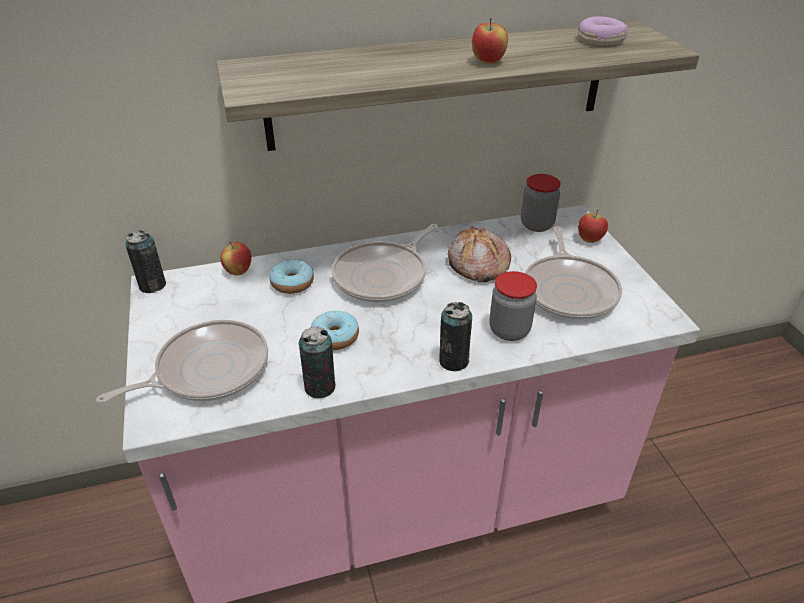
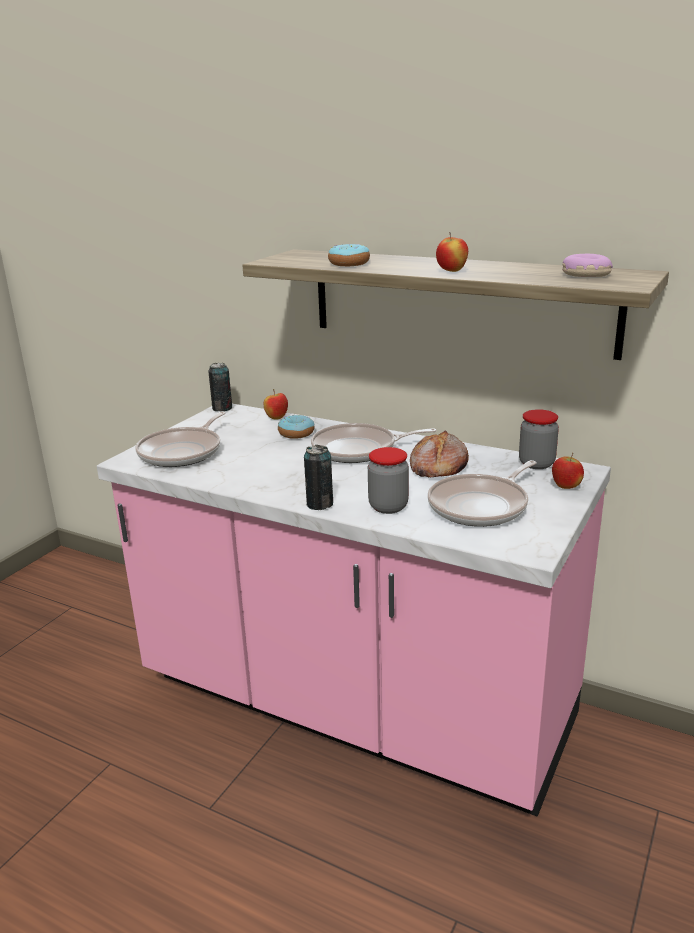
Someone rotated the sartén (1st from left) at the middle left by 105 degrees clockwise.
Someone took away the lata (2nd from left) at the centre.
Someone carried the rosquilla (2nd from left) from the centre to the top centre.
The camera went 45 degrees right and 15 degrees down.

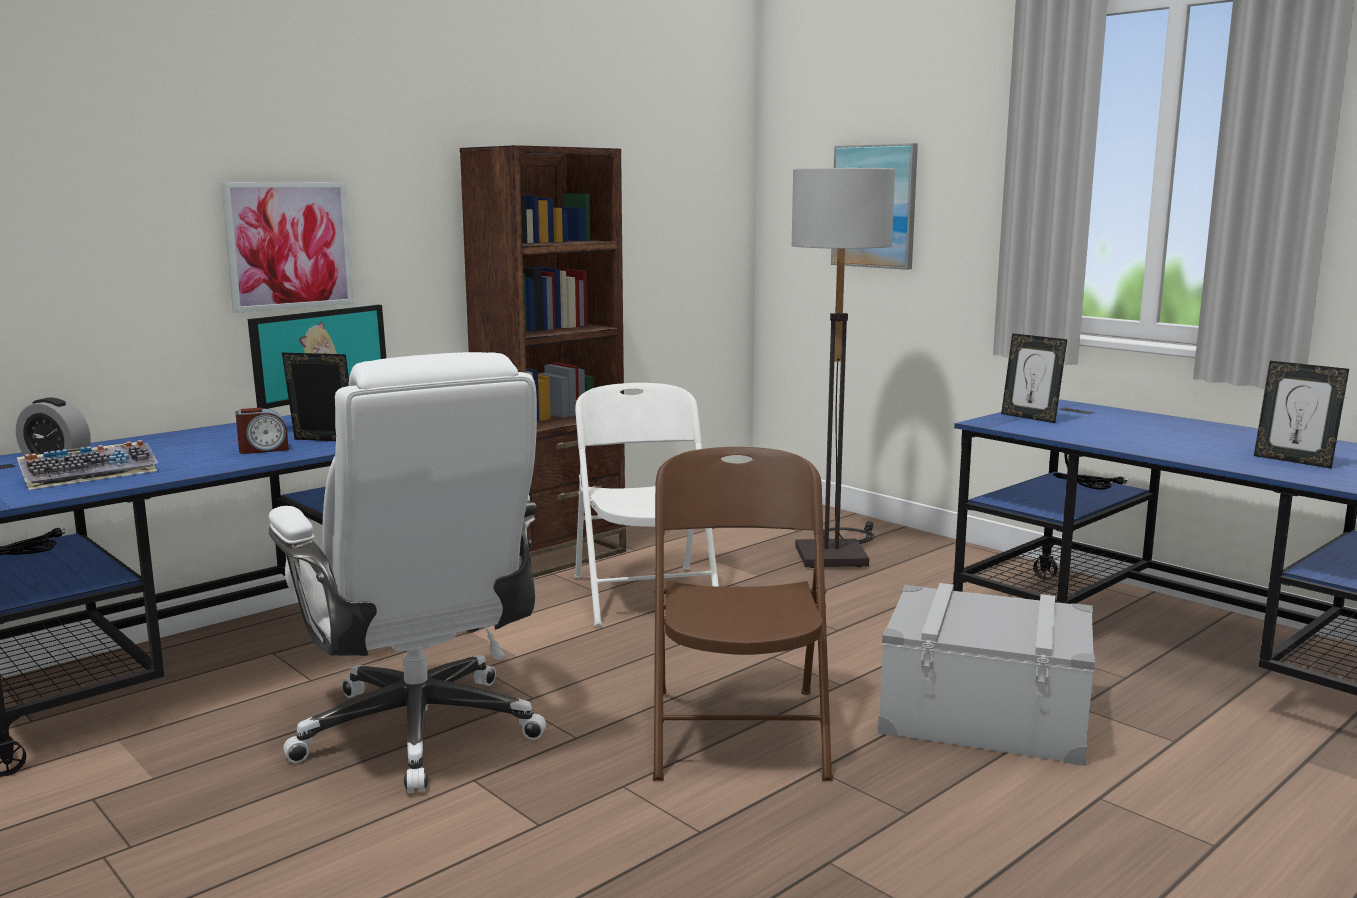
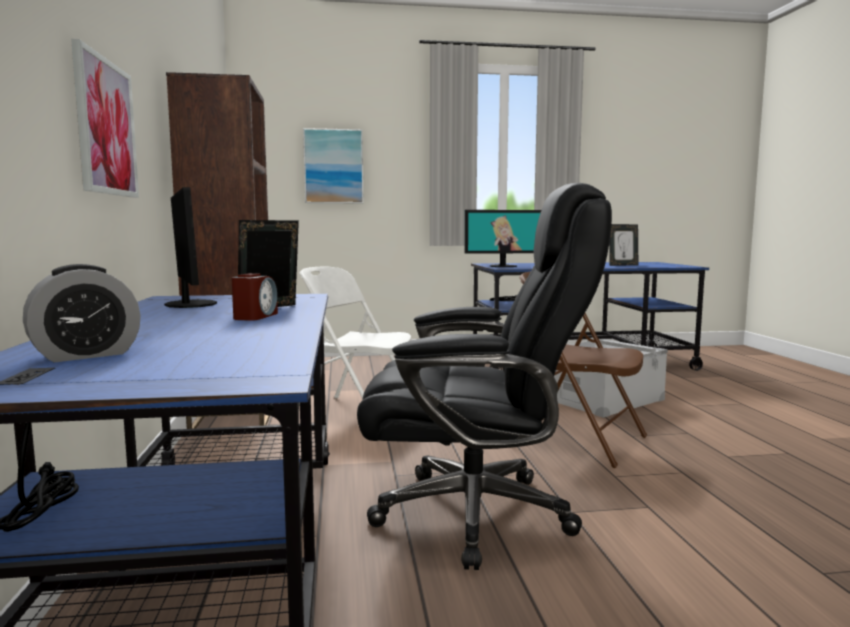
Someone took away the teclado at the middle left.
Someone repainted the silla de oficina/blanco at the middle left, which became the silla de oficina/negro at the centre.
Someone took away the lámpara de pie at the centre.
Someone swapped the portarretratos (2nd from left) at the middle right for the monitor (2nd from left) at the centre.
The camera went 55 degrees left and 5 degrees down.

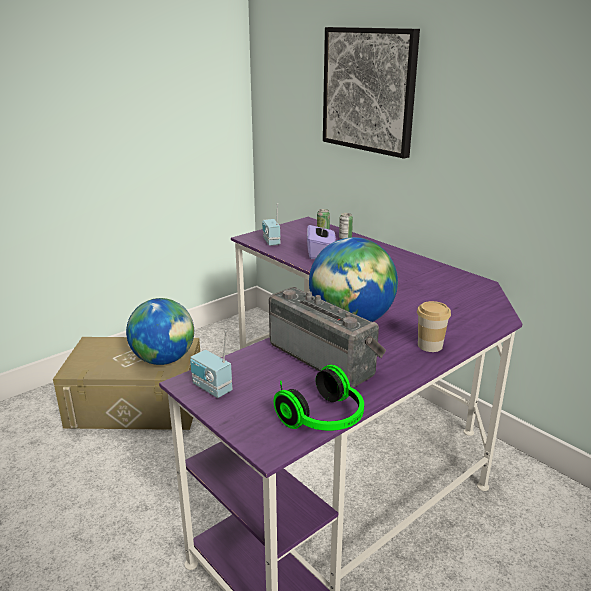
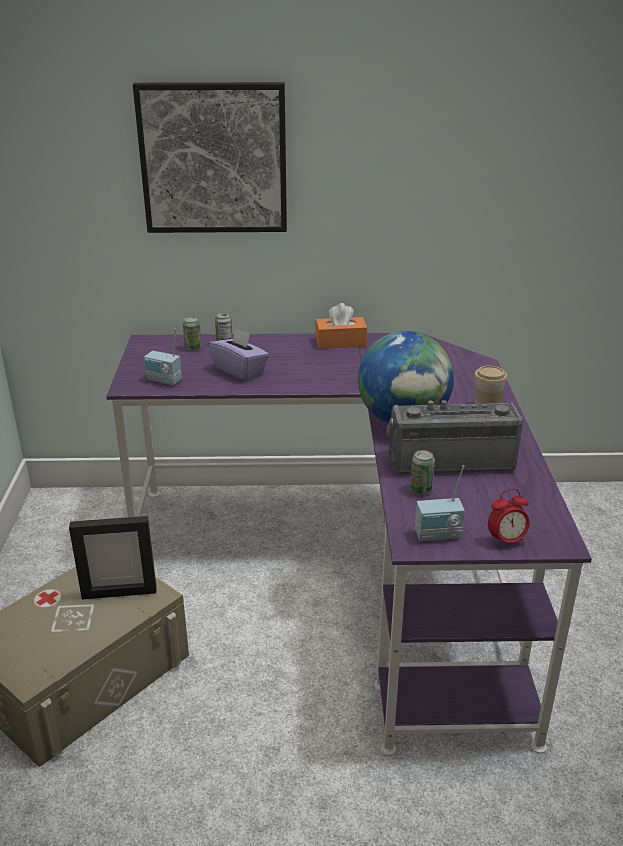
Someone swapped the globo terráqueo (1st from left) at the middle left for the portarretratos at the middle left.
Someone took away the auriculares at the bottom centre.
Someone put down the caja de pañuelos/naranja at the centre.
Someone put down the lata (3rd from left) at the middle right.
Someone put down the despertador at the middle right.
The camera went 50 degrees left and 5 degrees up.

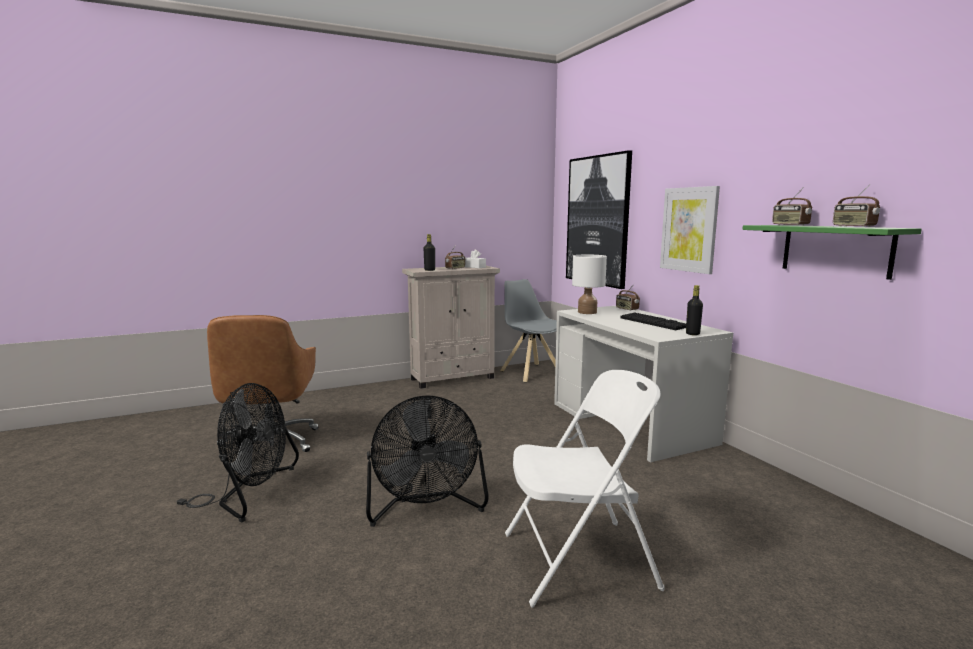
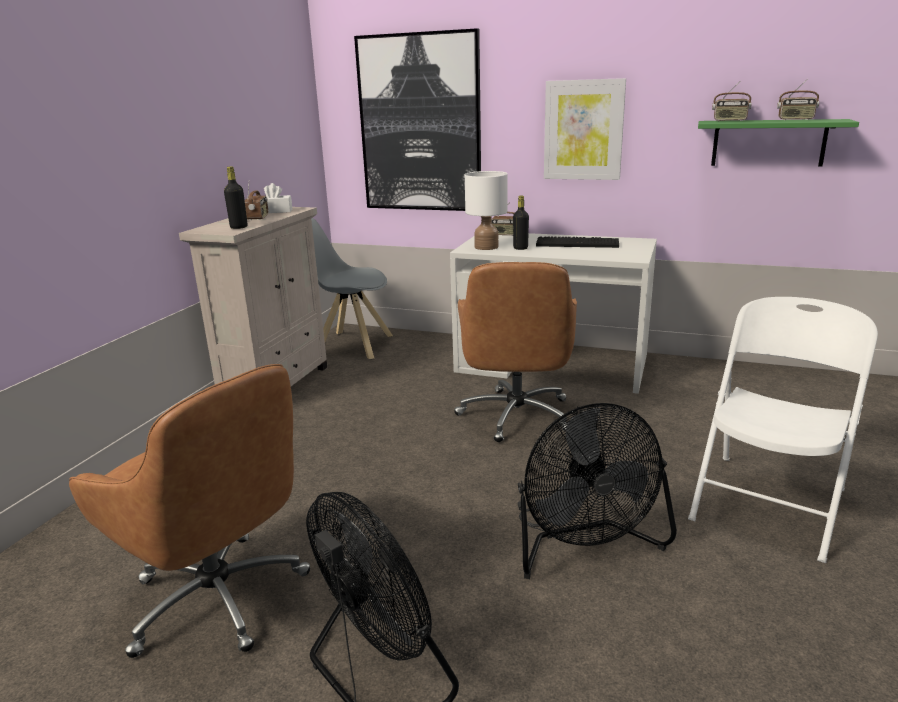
Someone rotated the ventilador/negro (2nd from left) at the bottom centre by 45 degrees clockwise.
Someone carried the botella/negro (2nd from left) from the middle right to the top centre.
Someone put down the silla de oficina/marrón (2nd from left) at the centre.
The camera went 45 degrees left and 10 degrees up.

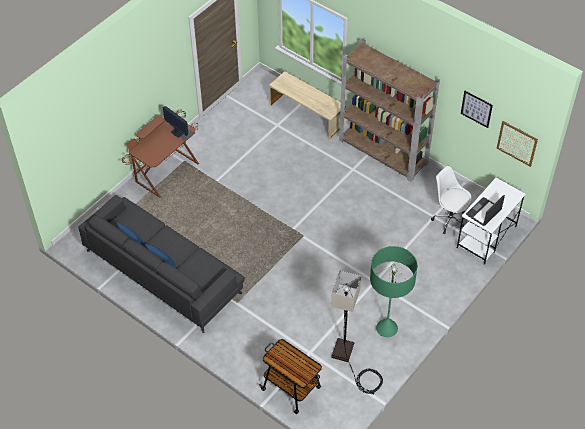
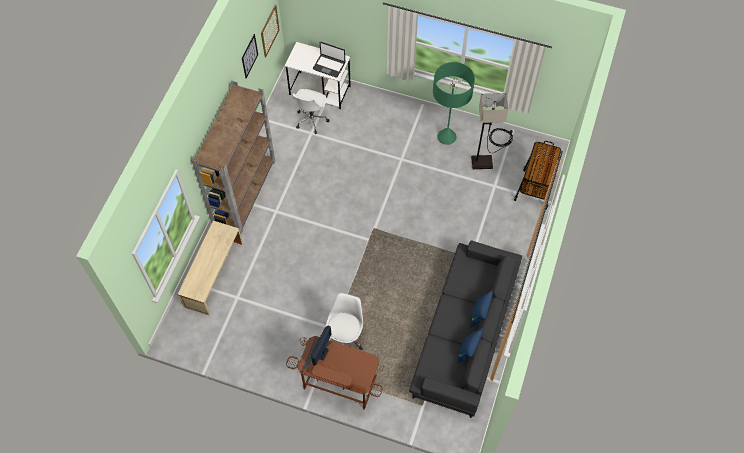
Someone put down the silla de oficina/blanco (2nd from left) at the bottom centre.
The camera went 110 degrees left and 10 degrees up.

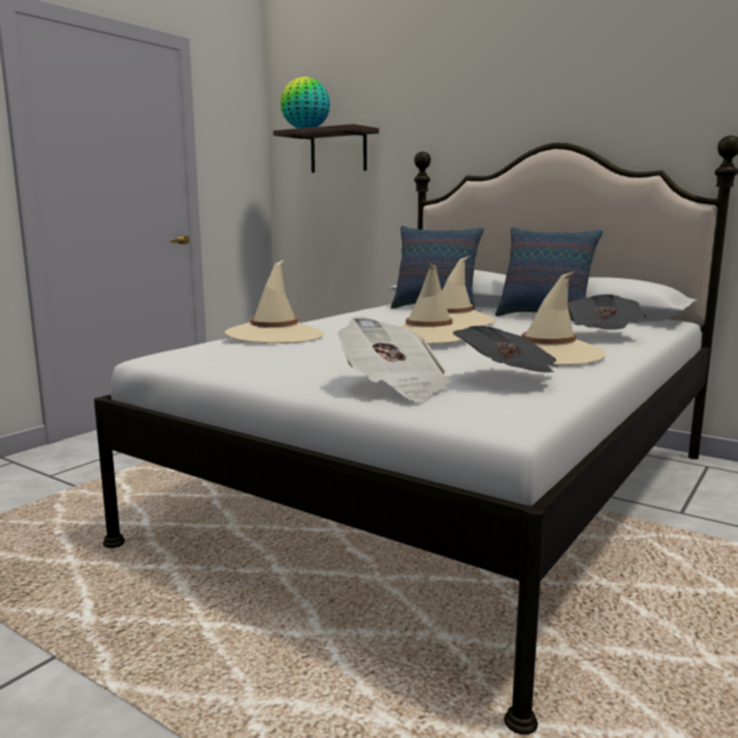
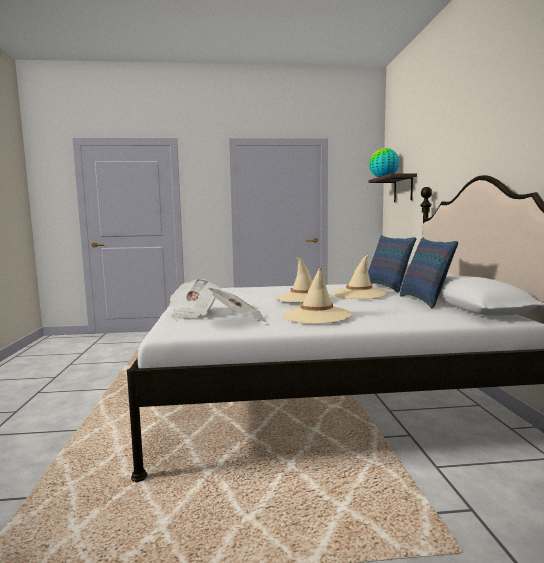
Someone took away the sombrero/beis (1st from left) at the centre.
Someone took away the periódico (3rd from left) at the middle right.
The camera went 50 degrees right and 5 degrees down.

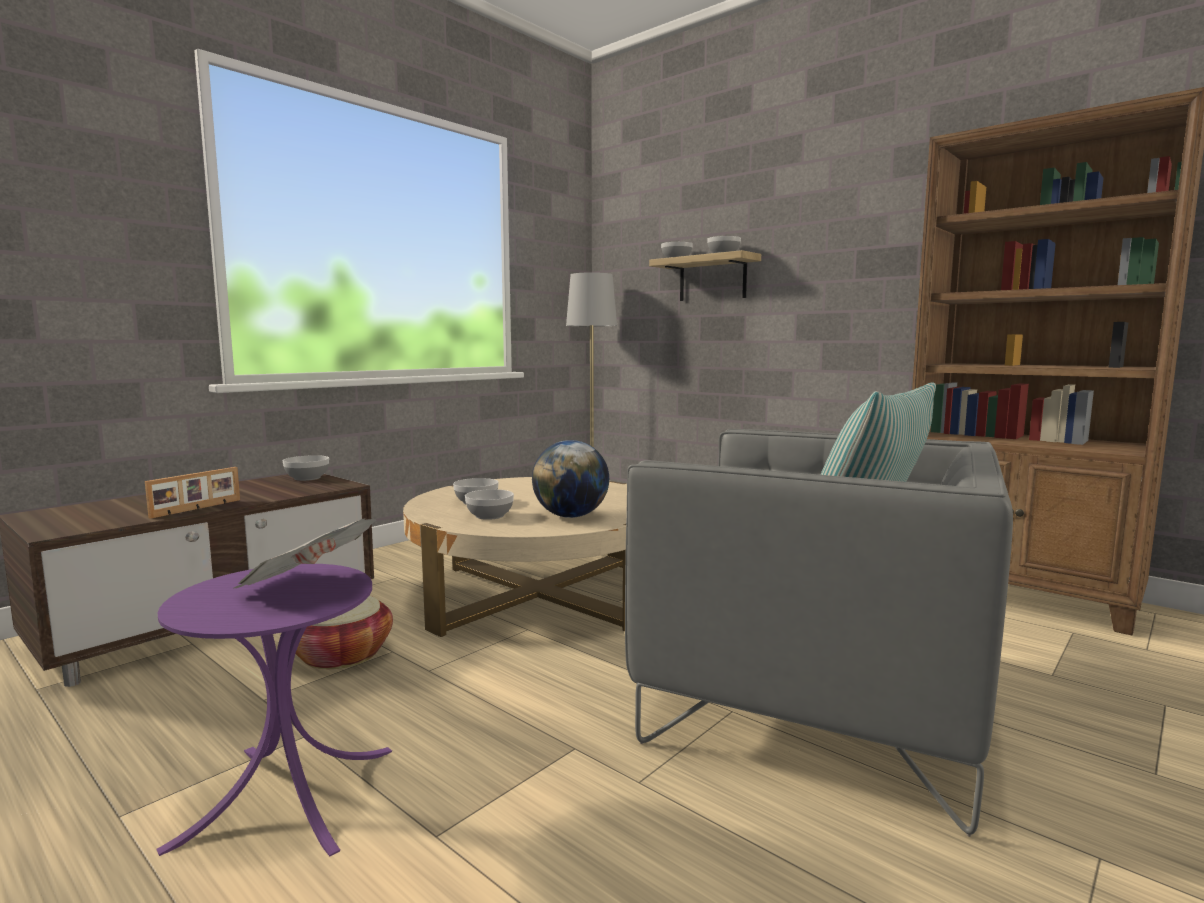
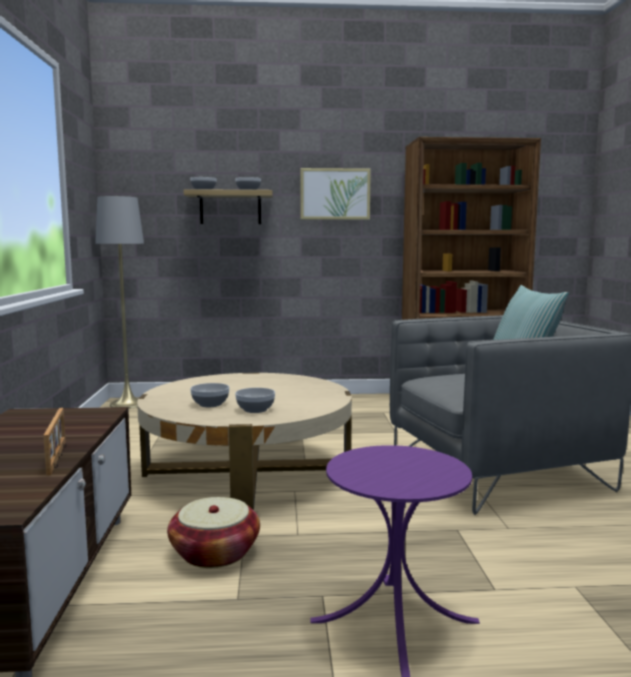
Someone took away the periódico at the middle left.
Someone took away the cuenco (1st from left) at the middle left.
Someone took away the globo terráqueo at the centre.
Someone put up the cuadro at the top centre.
The camera went 45 degrees left and 0 degrees up.

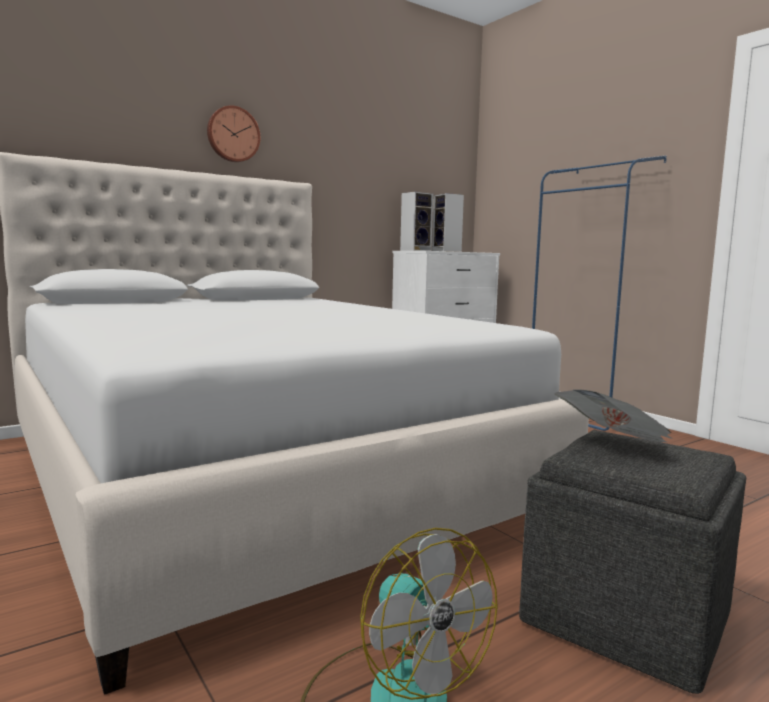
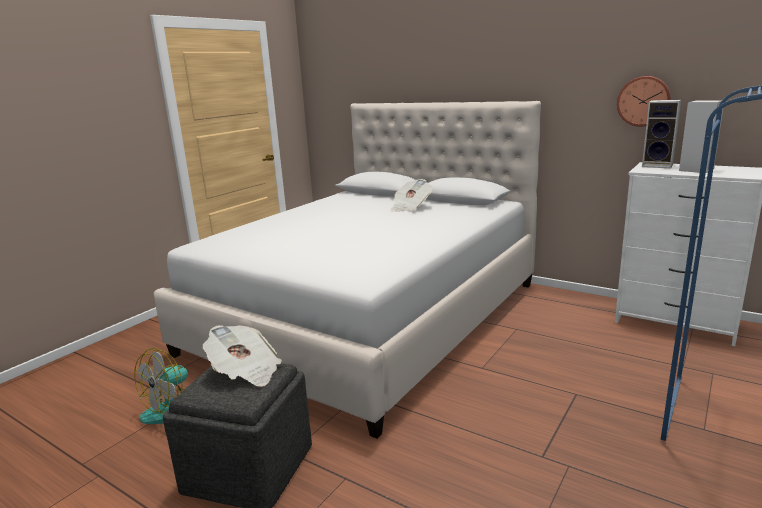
Someone carried the reloj de pared from the top left to the top right.
Someone put down the periódico (2nd from left) at the centre.
The camera went 70 degrees right and 10 degrees up.

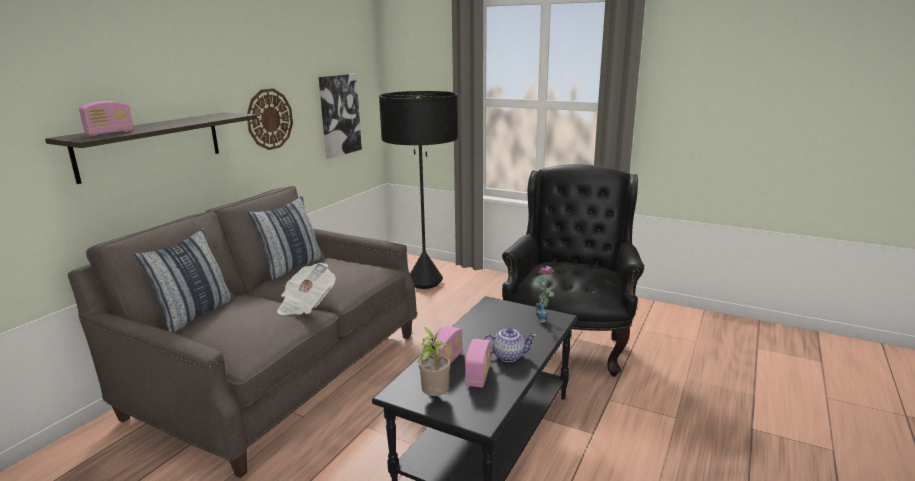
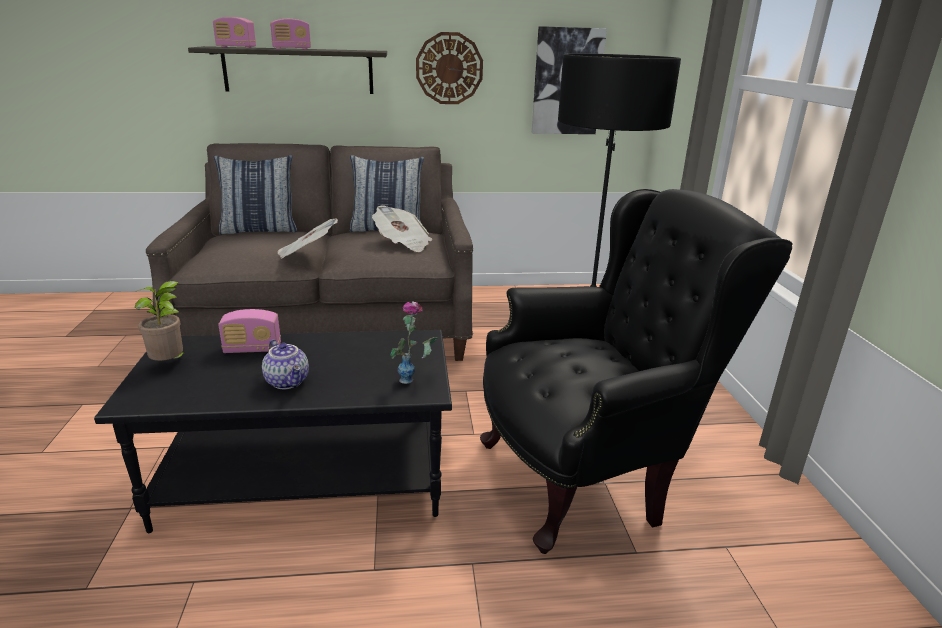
Someone carried the radio (3rd from left) from the bottom centre to the top left.
Someone put down the periódico (2nd from left) at the centre.
The camera went 55 degrees right and 5 degrees up.

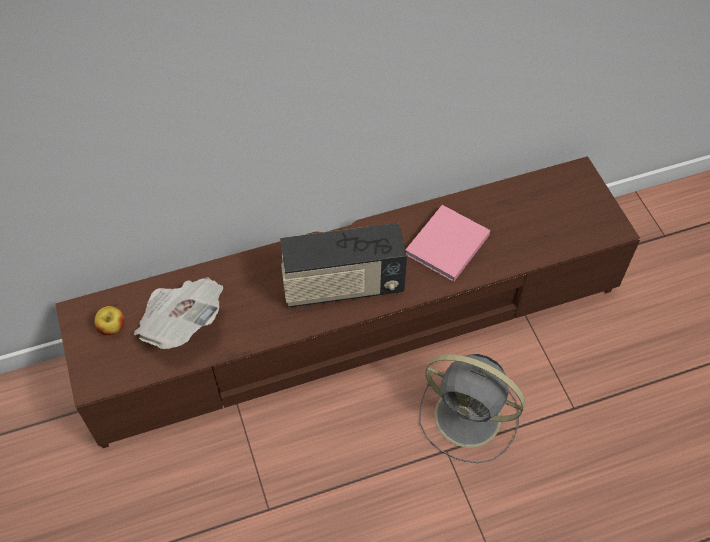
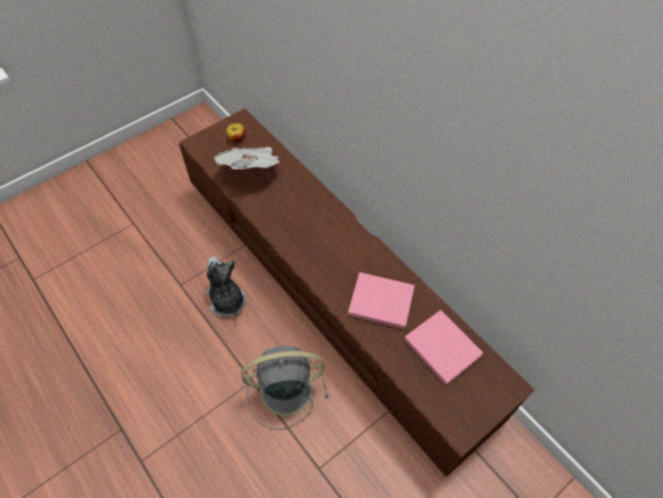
Someone took away the radio at the centre.
Someone rotated the ventilador/gris at the bottom centre by 75 degrees clockwise.
Someone put down the peluche at the centre.
Someone put down the libro/rosa (2nd from left) at the bottom right.
The camera went 70 degrees right and 0 degrees up.

